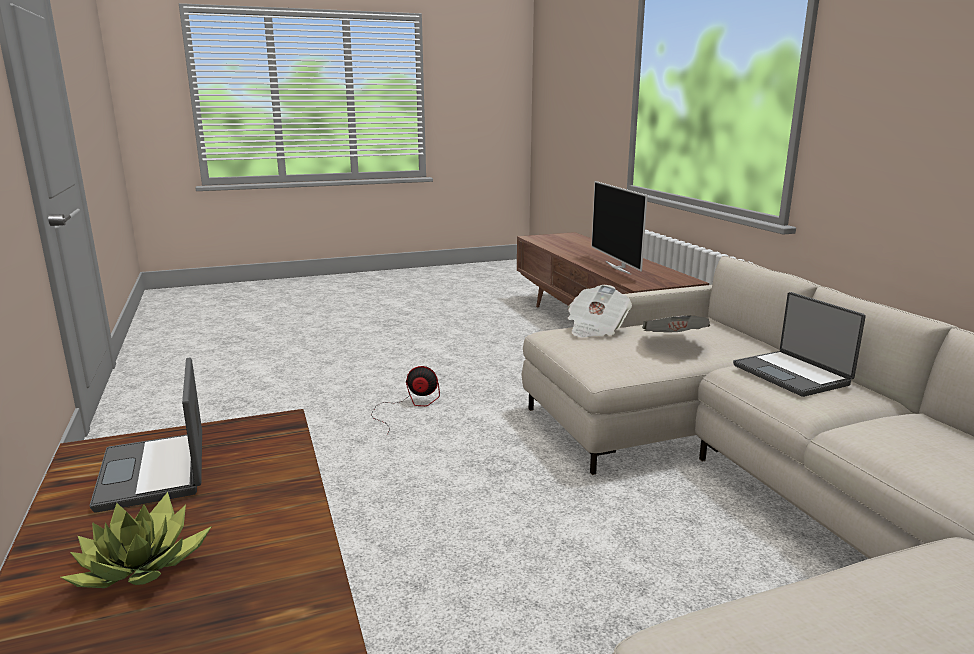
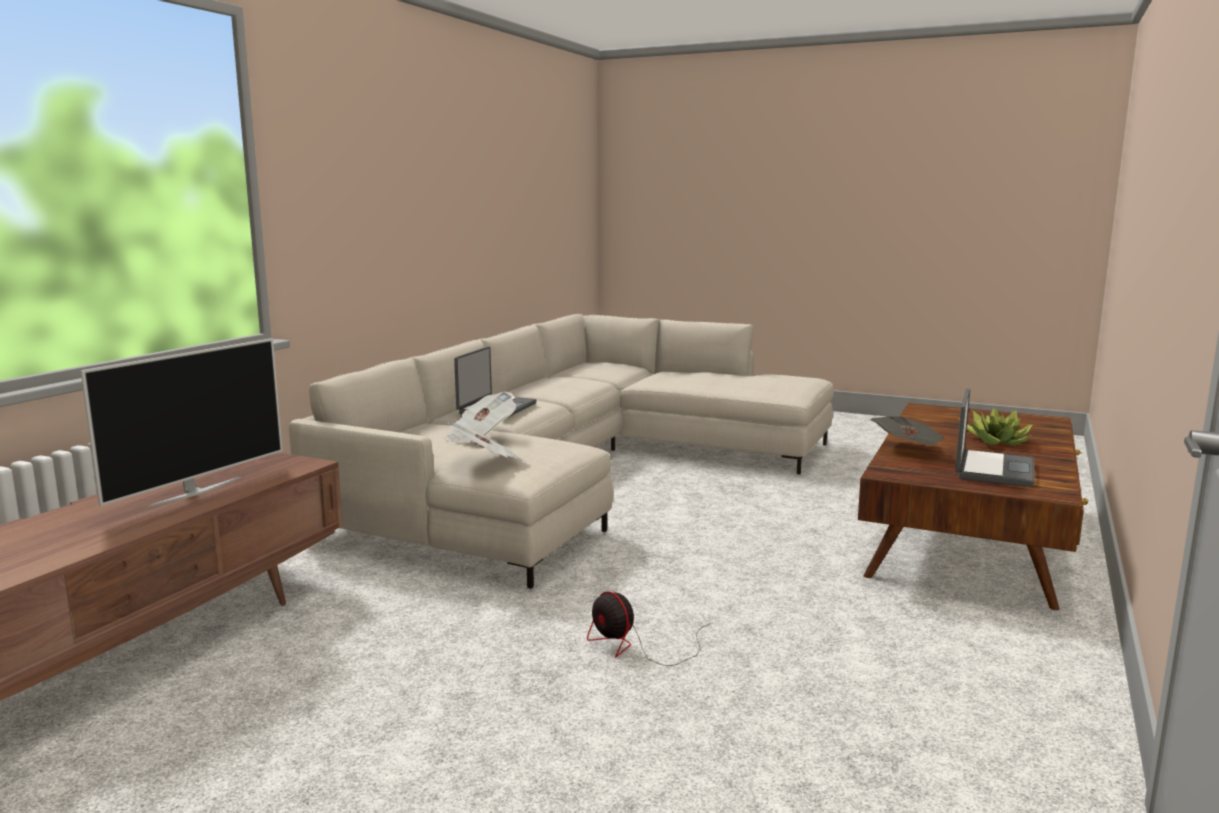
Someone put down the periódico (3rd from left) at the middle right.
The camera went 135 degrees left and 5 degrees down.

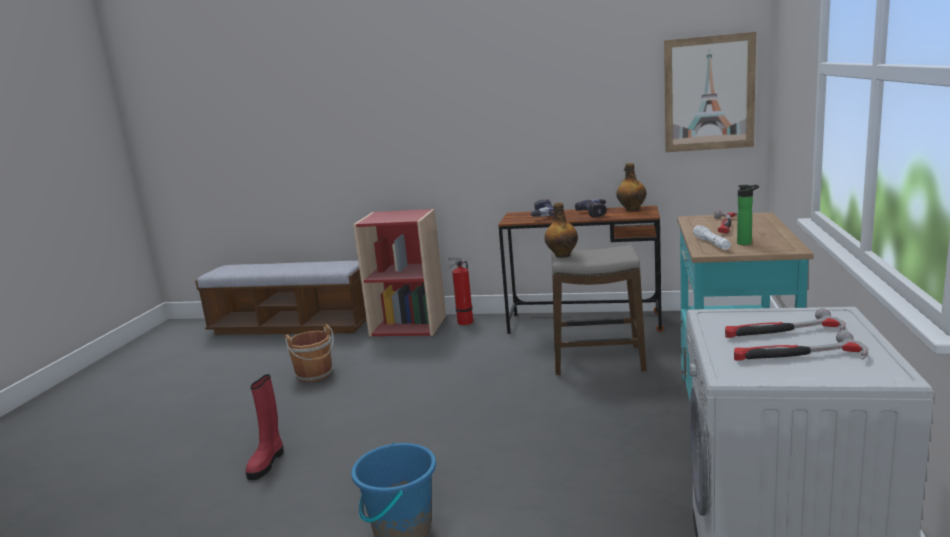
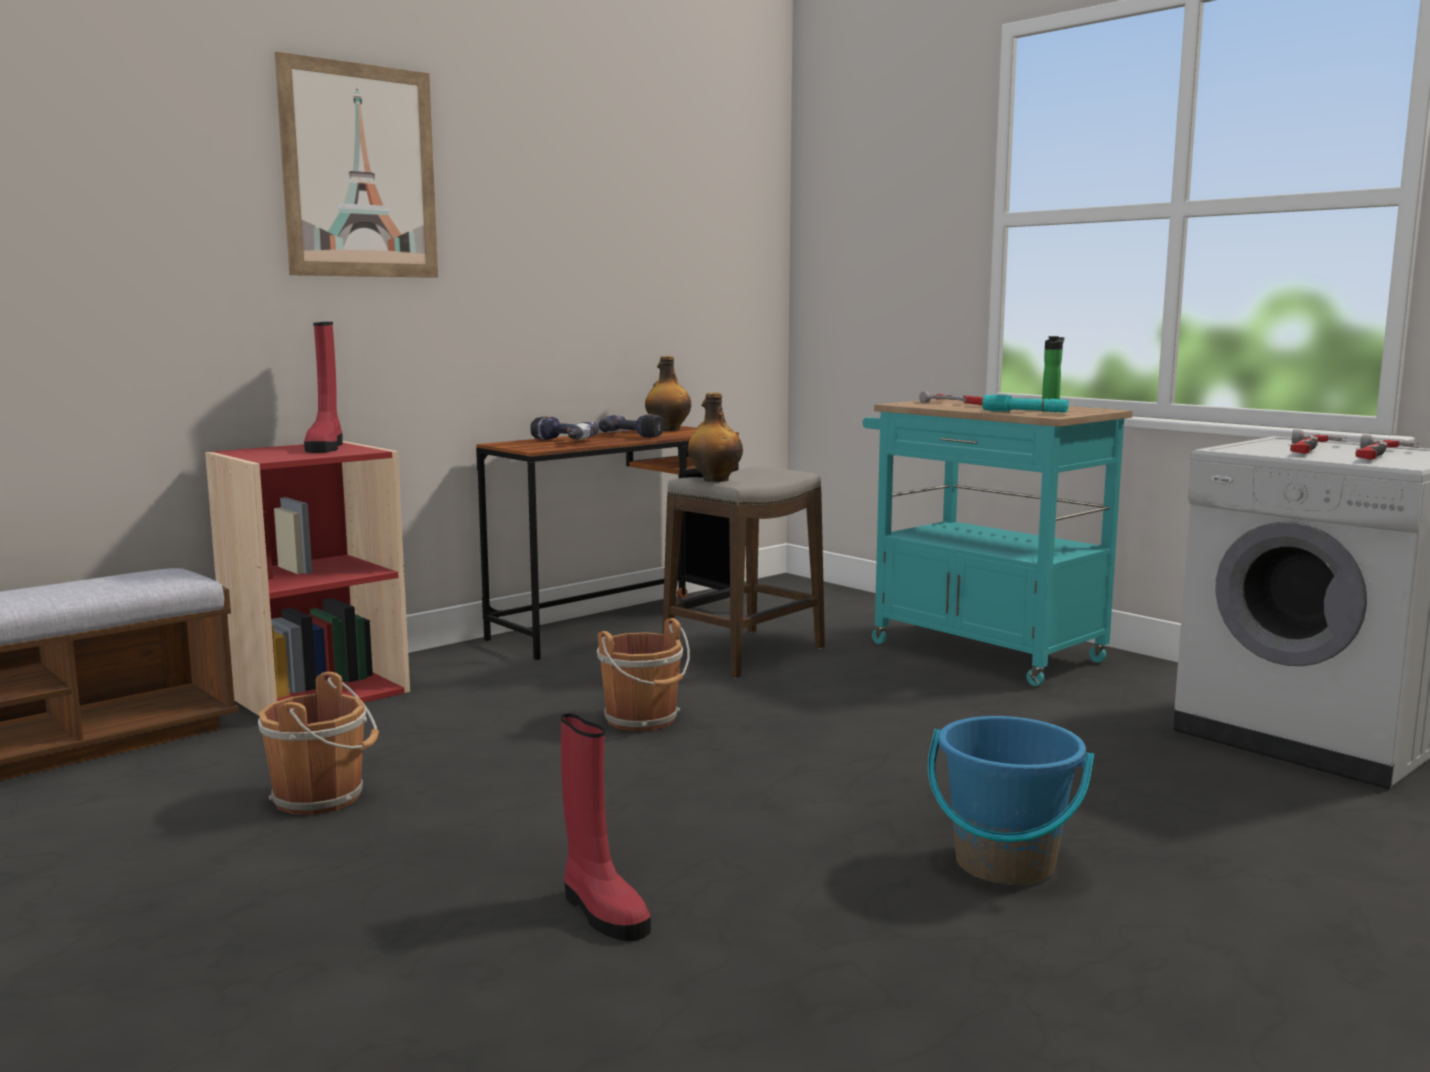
Someone took away the extintor at the centre.
Someone carried the cuadro from the top right to the top left.
Someone repainted the linterna/blanco at the middle right, which became the linterna/turquesa at the middle right.
Someone put down the bota/rojo (1st from left) at the middle left.
Someone put down the cubo/marrón (2nd from left) at the centre.
The camera went 55 degrees left and 5 degrees down.

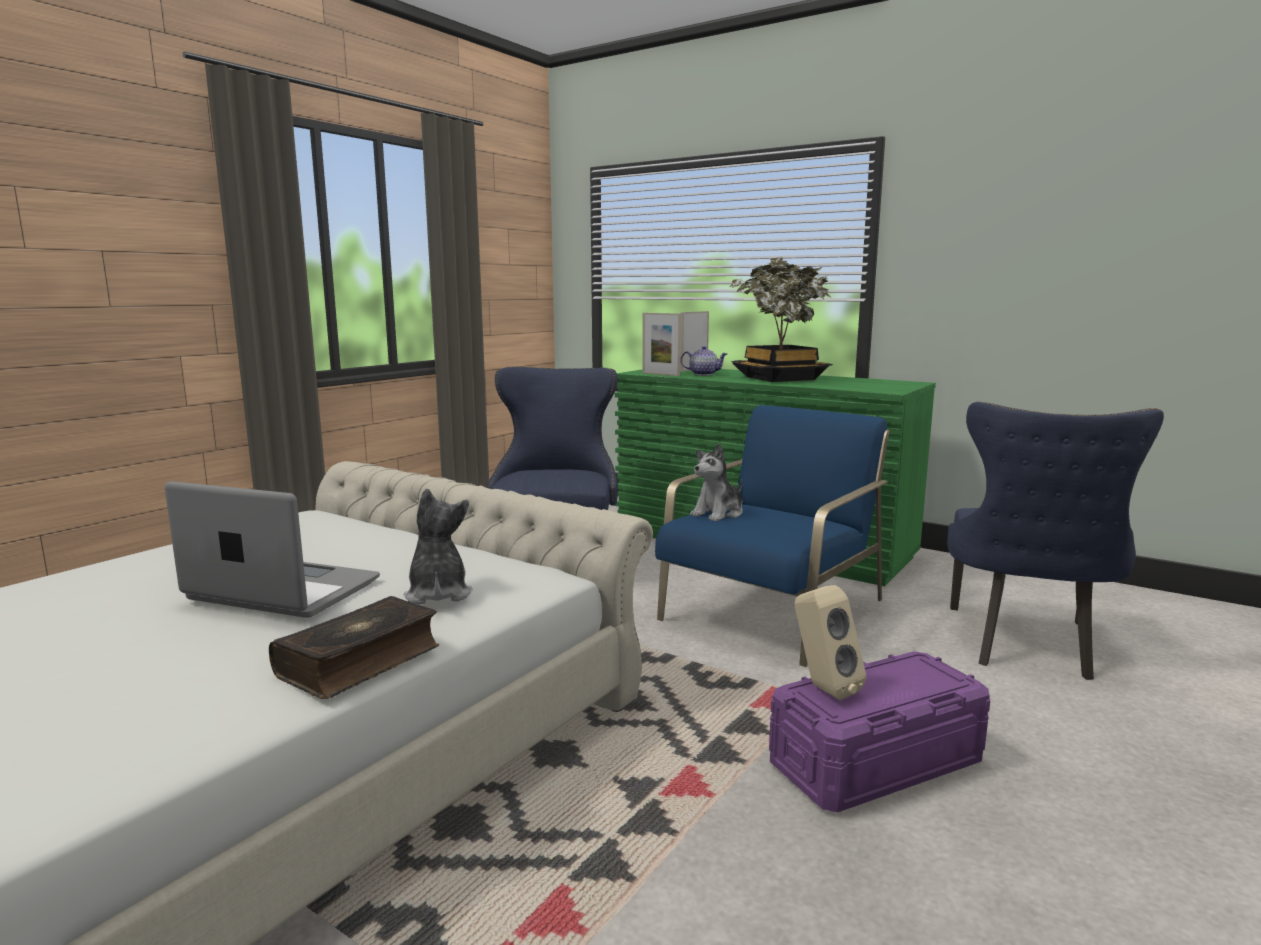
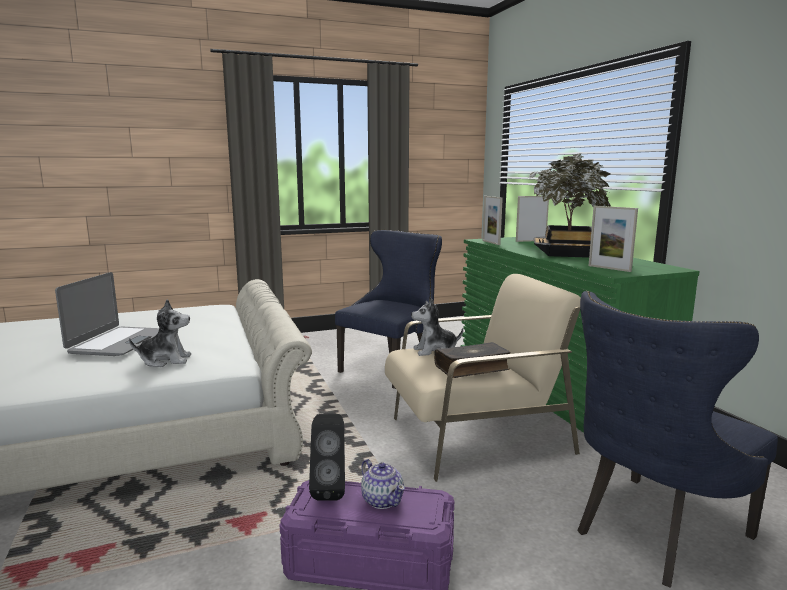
Someone rotated the portátil at the middle left by 45 degrees clockwise.
Someone carried the libro from the bottom left to the centre.
Someone rotated the peluche (1st from left) at the centre by 60 degrees clockwise.
Someone repainted the sillón/azul at the centre, which became the sillón/beis at the centre.
Someone carried the tetera from the centre to the bottom centre.
Someone repainted the altavoz/beis at the bottom centre, which became the altavoz/negro at the bottom centre.
Someone put down the portarretratos (3rd from left) at the middle right.
The camera went 35 degrees right and 0 degrees up.

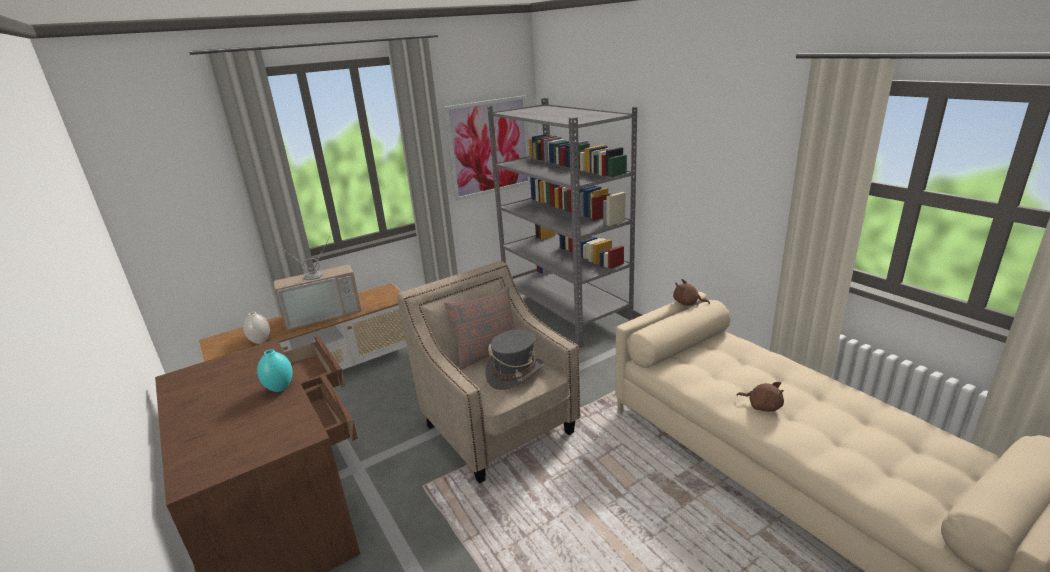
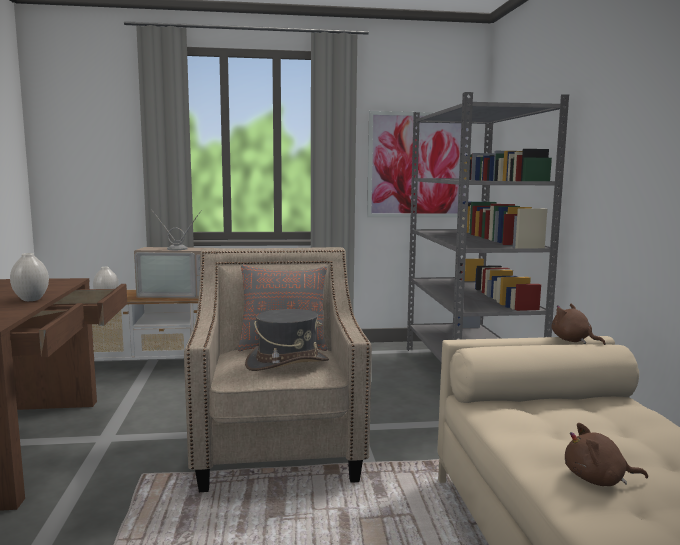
Someone repainted the florero/turquesa at the middle left, which became the florero/blanco (1st from left) at the middle left.
Someone rotated the peluche/marrón (2nd from left) at the bottom right by 120 degrees clockwise.
The camera went 25 degrees right and 15 degrees down.

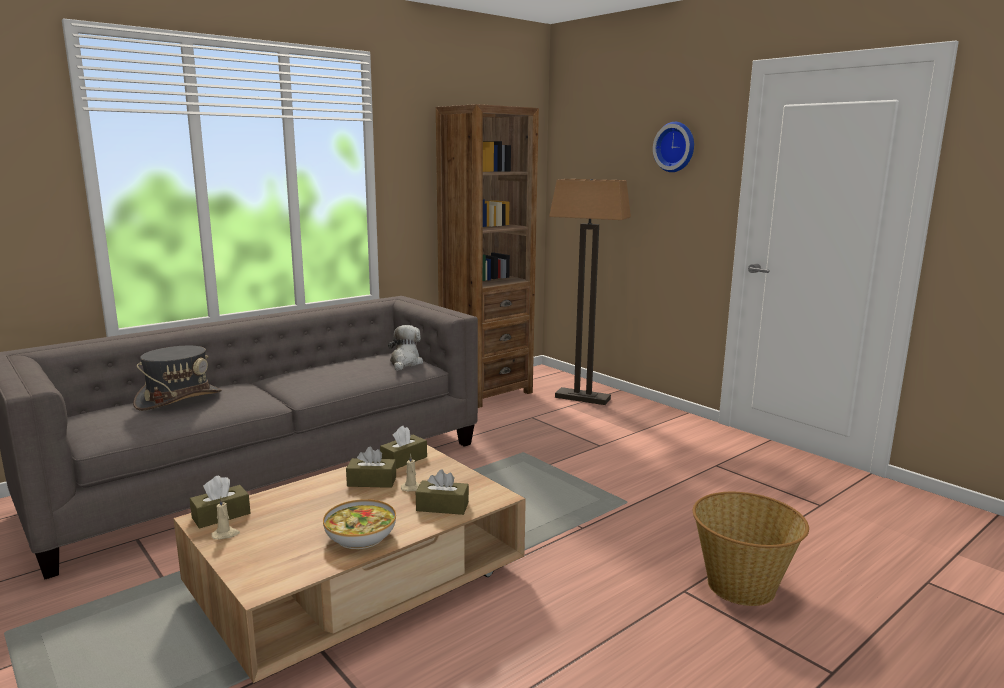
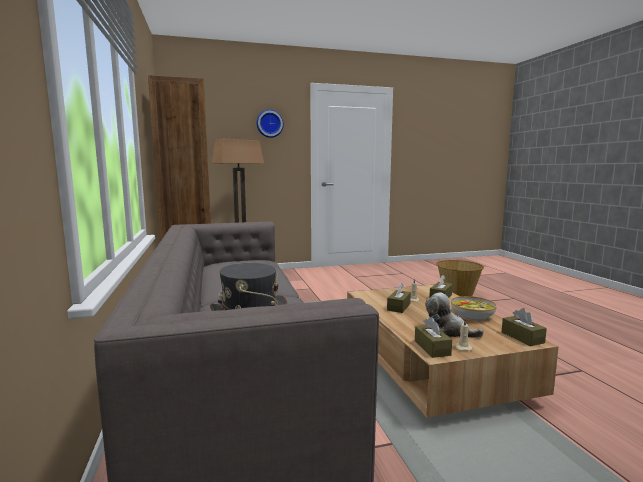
Someone carried the caja de pañuelos/marrón (3rd from left in the first image) from the centre to the bottom right.
Someone carried the peluche from the centre to the middle right.
The camera went 65 degrees left and 5 degrees down.

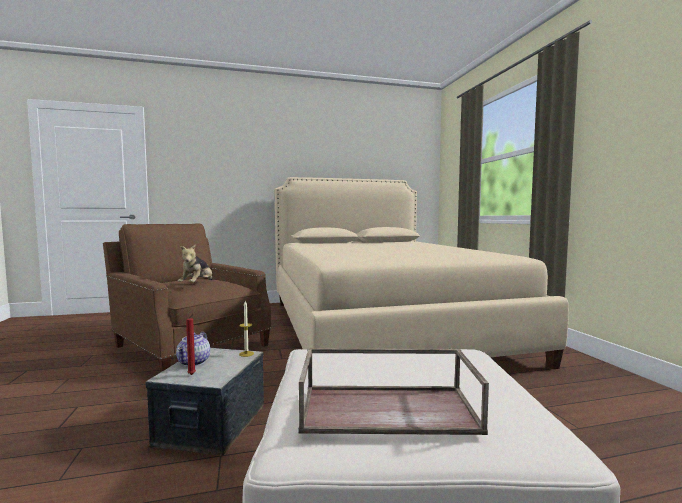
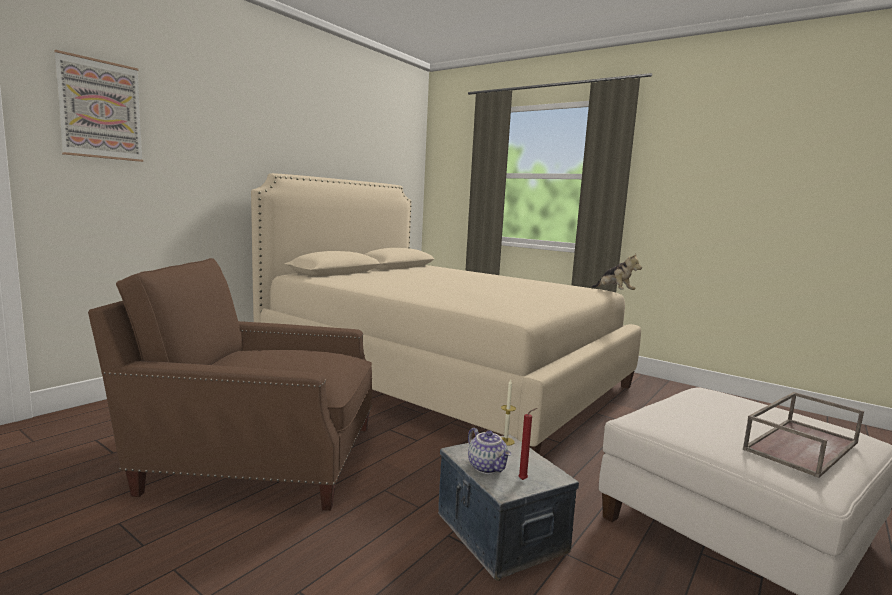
Someone carried the peluche from the middle left to the middle right.
Someone put up the cuadro at the top left.
The camera went 40 degrees left and 5 degrees up.

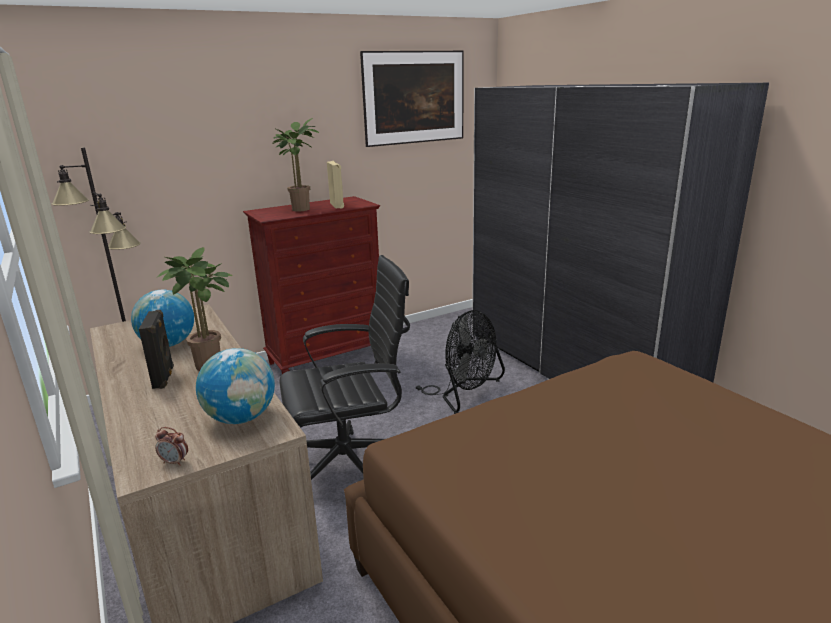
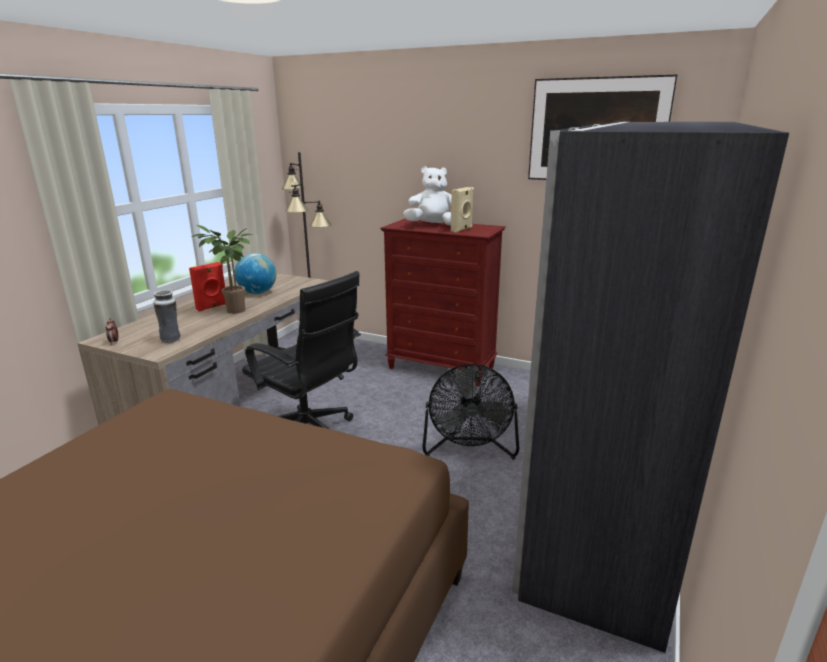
Someone repainted the altavoz/negro at the middle left, which became the altavoz/rojo at the middle left.
Someone swapped the globo terráqueo (2nd from left) at the middle left for the florero at the middle left.
Someone swapped the planta en maceta (2nd from left) at the top centre for the peluche/blanco at the top centre.
The camera went 55 degrees right and 0 degrees up.

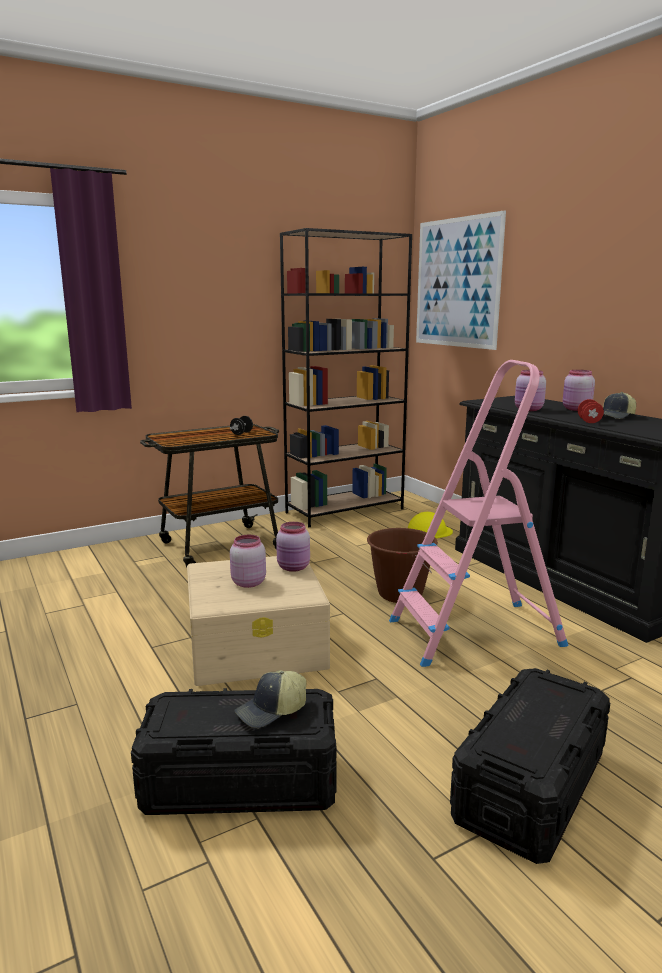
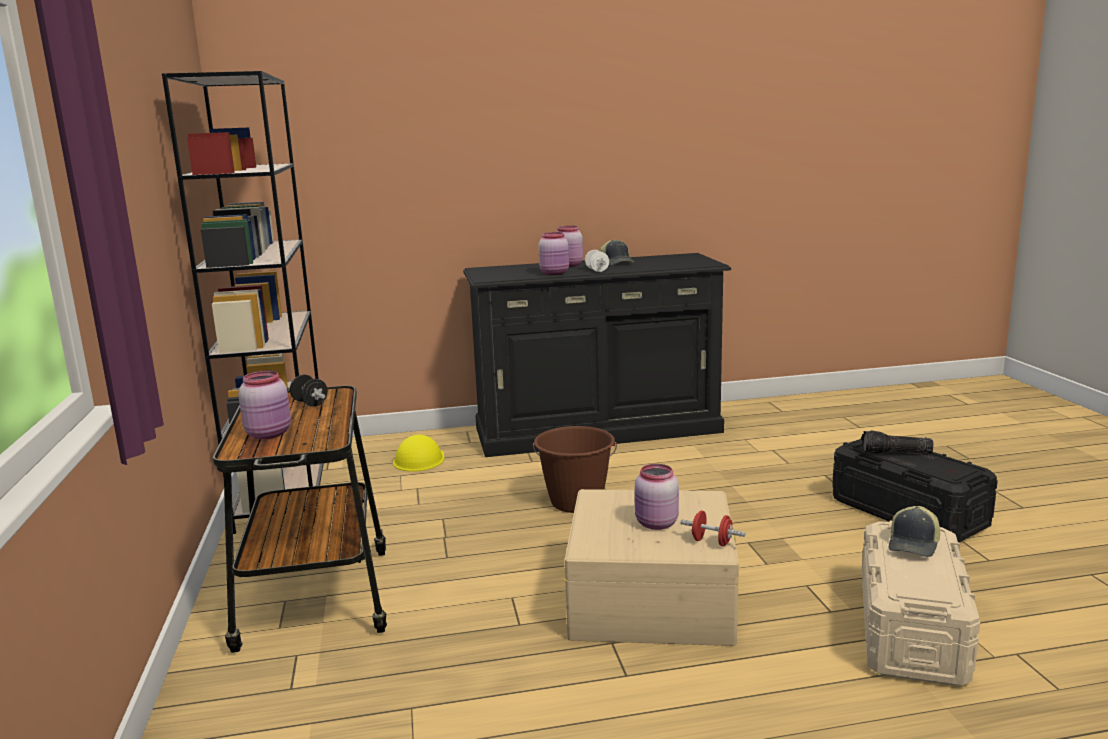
Someone repainted the caja de almacenaje/negro (1st from left) at the bottom centre, which became the caja de almacenaje/beis (2nd from left) at the bottom right.
Someone rotated the gorra (1st from left in the first image) at the bottom centre by 45 degrees clockwise.
Someone carried the tarro/rosa (2nd from left in the first image) from the centre to the middle left.
Someone took away the escalera de tijera/rosa at the middle right.
Someone took away the cuadro at the top right.
Someone carried the mancuerna/rojo from the middle right to the bottom centre.
Someone put down the mancuerna/blanco at the centre.
Someone put down the linterna at the middle right.
The camera went 70 degrees left and 0 degrees up.

